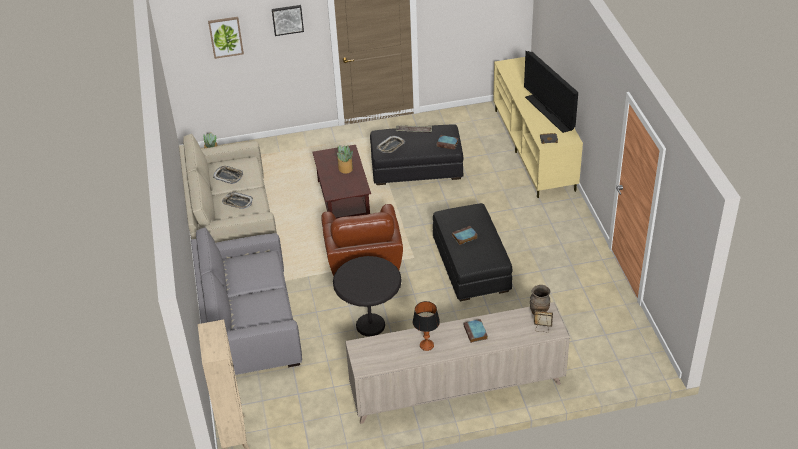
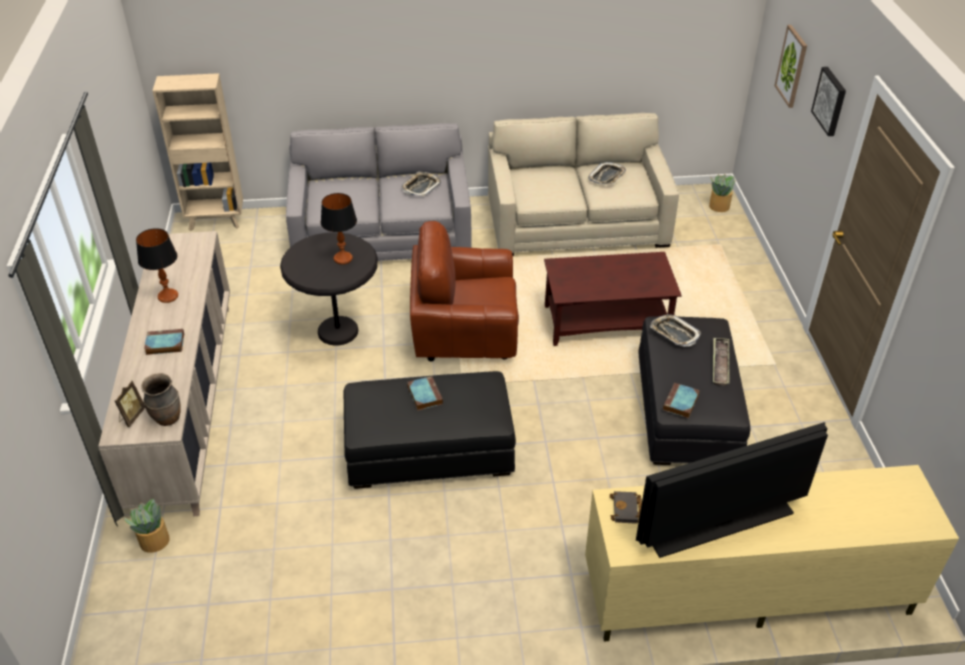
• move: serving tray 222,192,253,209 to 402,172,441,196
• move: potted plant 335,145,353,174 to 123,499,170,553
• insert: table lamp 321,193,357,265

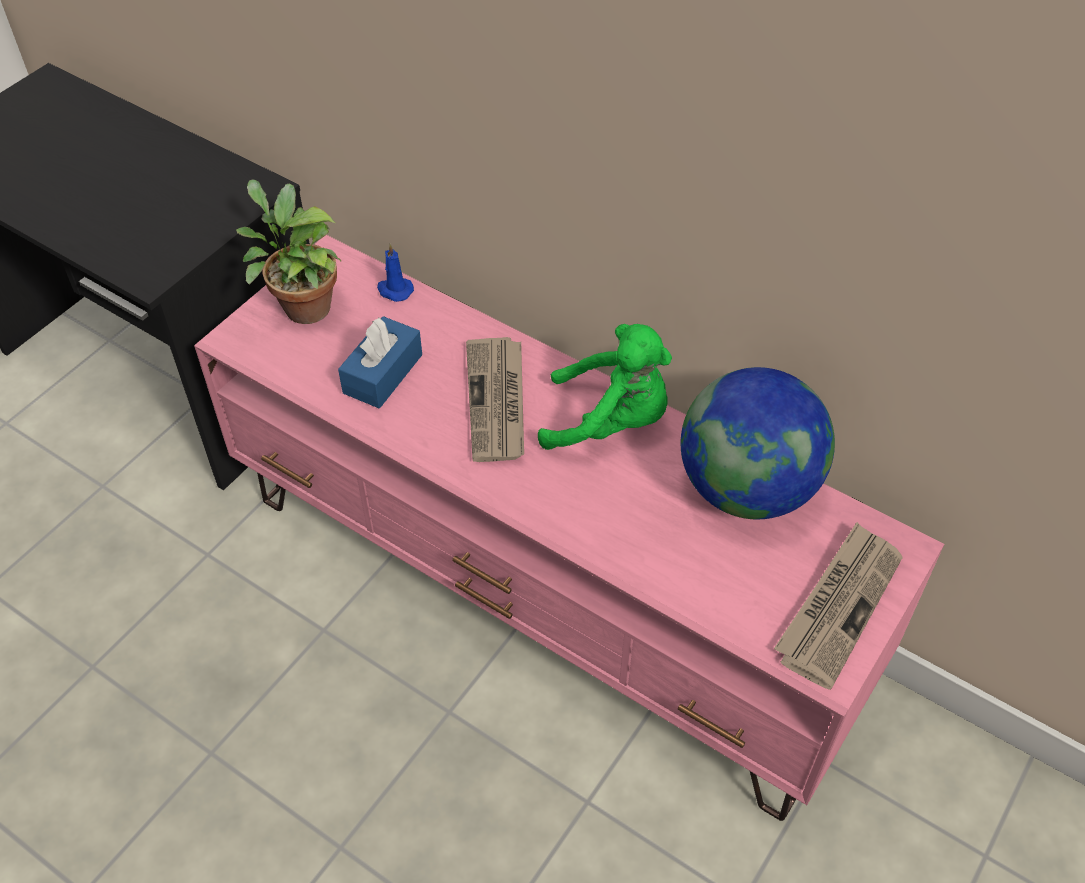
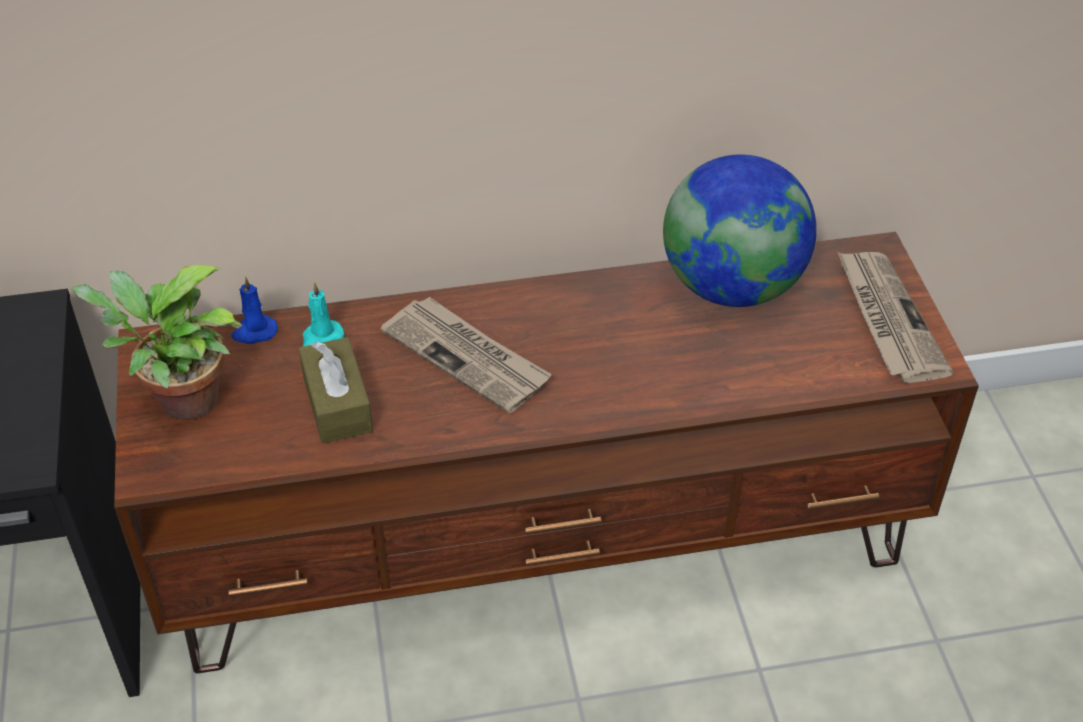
• recolor: tv unit in pinkish 194,235,944,821 to tv unit in brown-coloured 114,232,979,674
• recolor: tissue holder in bluish 338,316,422,408 to tissue holder in brown-coloured 298,337,373,444
• delete: soft toy in green-coloured 538,324,672,450
• insert: wax candle in blue-green 302,282,344,347

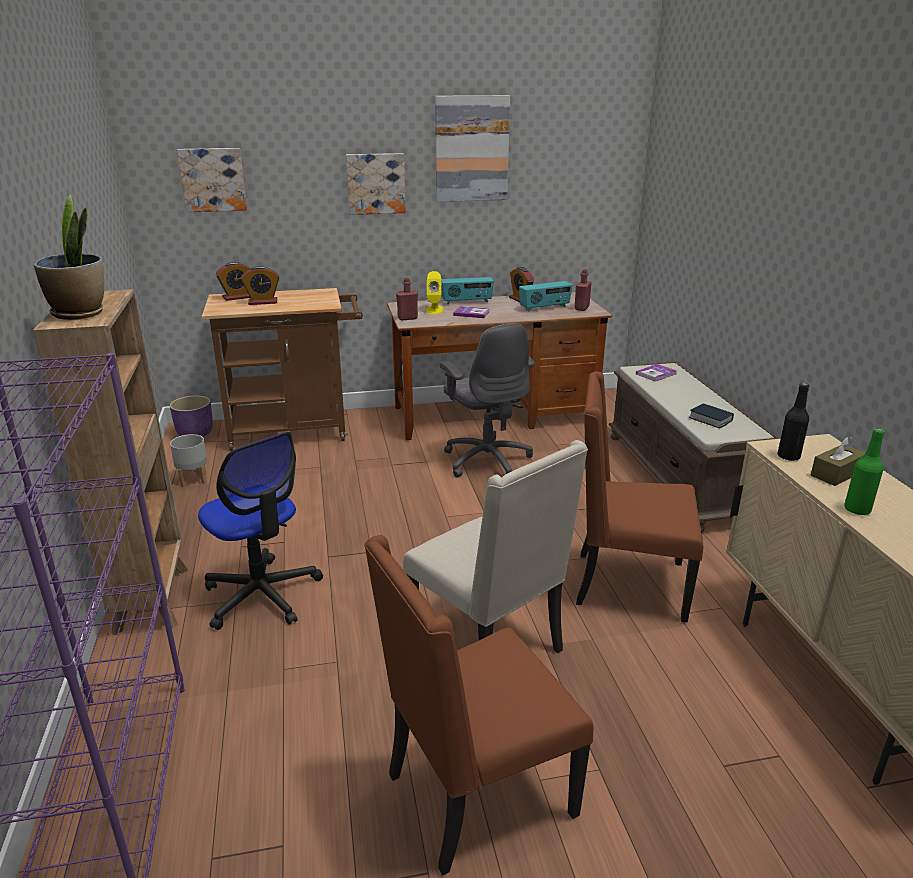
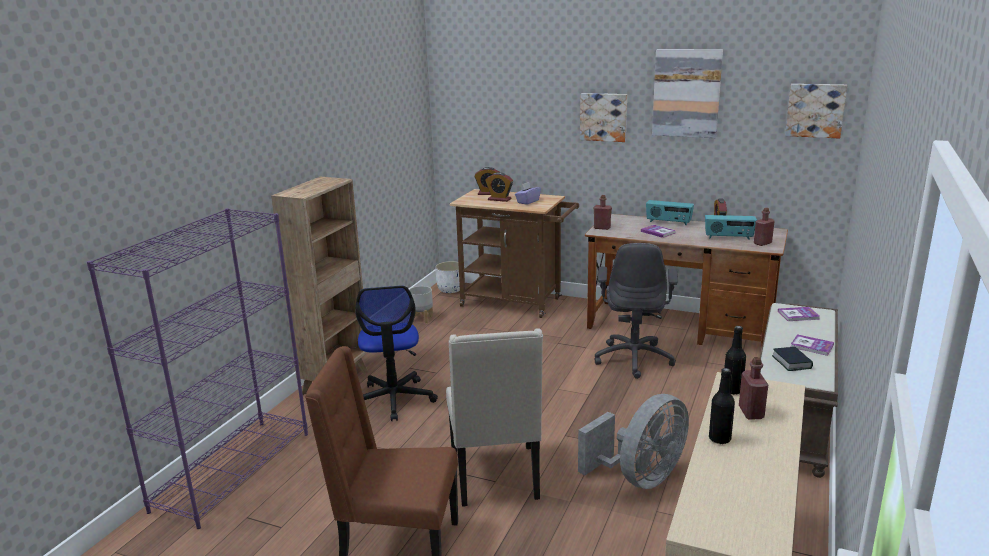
• delete: potted plant 34,194,104,320
• recolor: flower pot in purple-coloured 170,395,213,437 to flower pot in white-coloured 435,261,460,293
• move: wall art 177,148,247,212 to 785,84,847,138
• delete: speaker in yellowish 426,271,444,314
• replace: plain chair in brown-coloured 576,371,703,622 to cooling fan in grey 578,394,689,489
• replace: tissue holder in brown-coloured 811,437,865,486 to bottle in reddish 739,357,768,420
• recolor: bottle in green-coloured 844,428,885,516 to bottle in blackish 709,368,735,444
• insert: tissue holder in purple-coloured 515,182,541,205
• insert: book 791,334,834,356

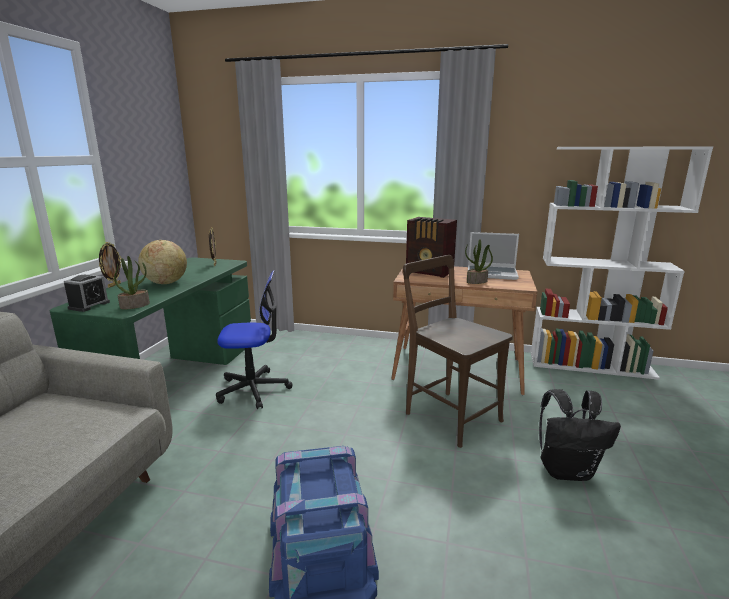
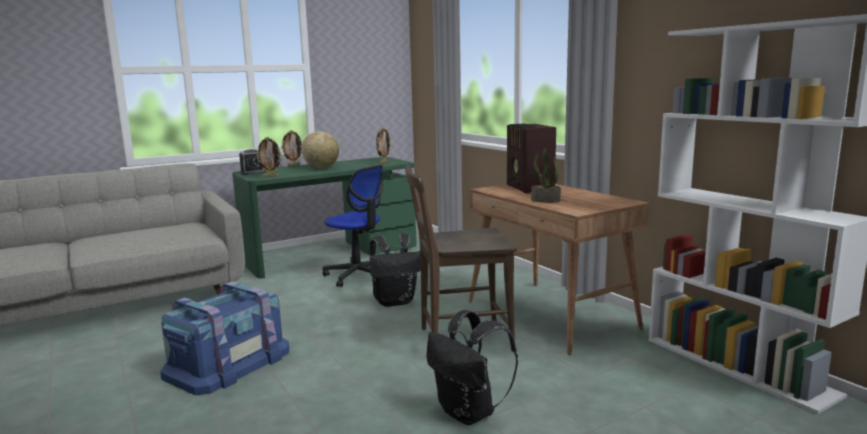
• replace: potted plant 114,256,150,310 to standing frame 256,137,282,176
• rotate: plain chair in brown-coloured 403,255,513,448 = 405,165,517,352 105 degrees counterclockwise
• delete: laptop 468,232,519,280
• insert: rucksack in blackish 369,234,421,307

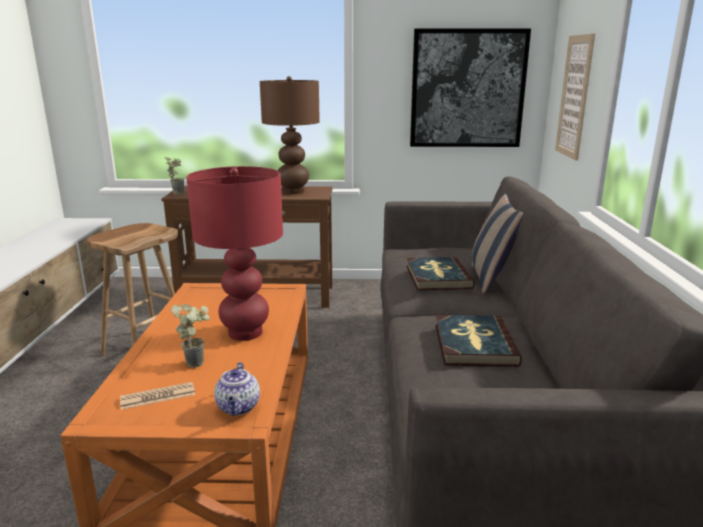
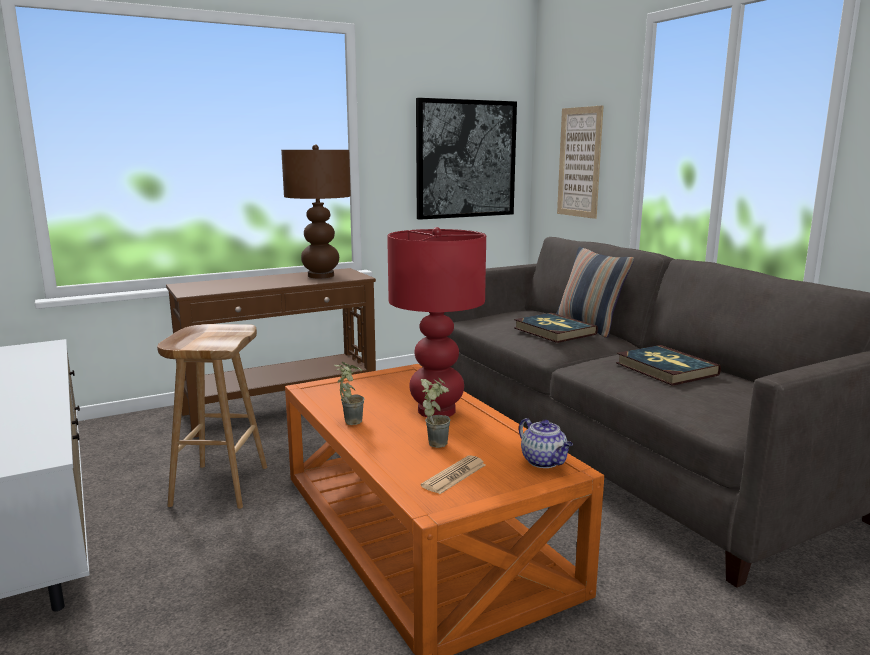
• move: potted plant 165,157,184,195 to 334,362,364,425

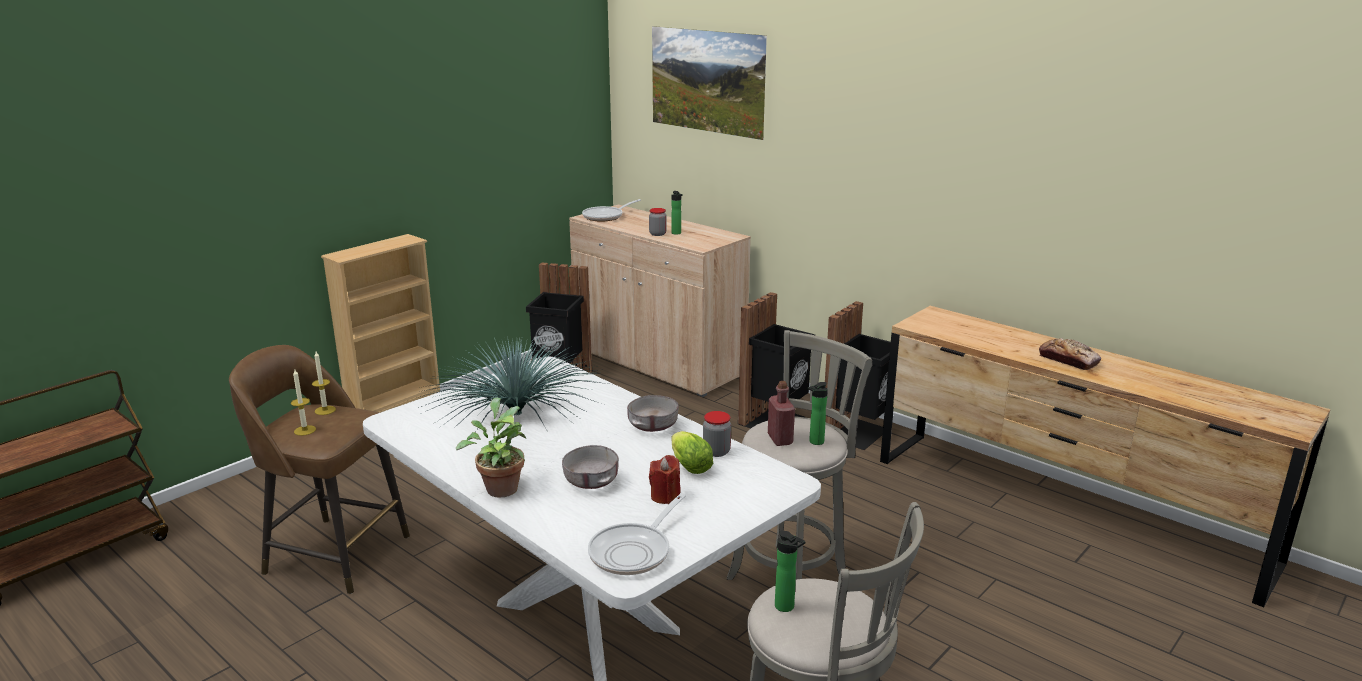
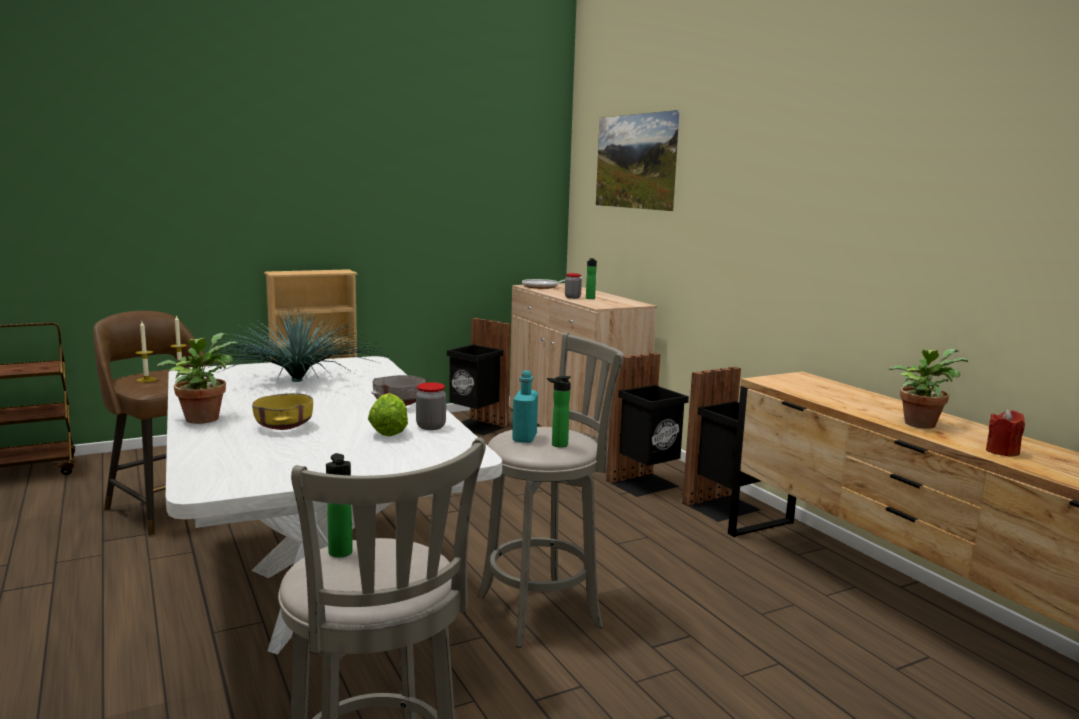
• recolor: bowl in grey 562,445,619,489 to bowl in yellowish 252,393,313,430
• delete: frying pan 588,493,686,575
• move: wax candle in reddish 649,455,680,504 to 986,409,1025,457
• recolor: bottle in reddish 768,381,795,446 to bottle in blue-green 512,370,538,443
• replace: baked bread 1039,338,1101,370 to potted plant 889,348,968,429

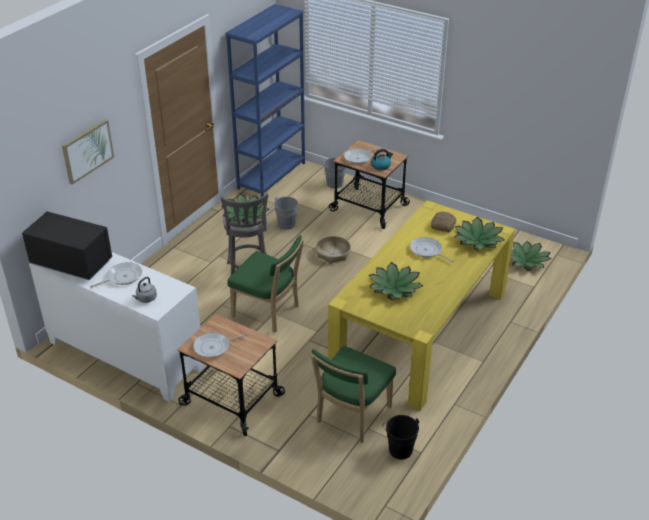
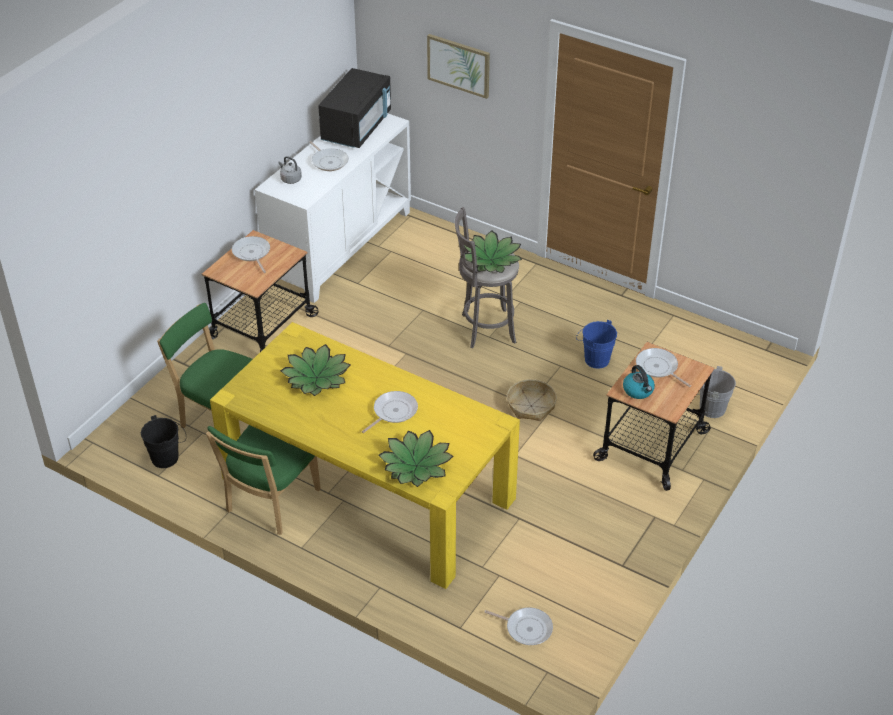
• delete: bookshelf in bluish 226,4,305,197
• move: plain chair in green-coloured 227,235,304,333 to 206,425,321,535
• recolor: water bucket in grey 270,196,298,230 to water bucket in bluish 576,320,617,369
• delete: baked bread 431,211,456,232
• replace: potted plant 511,241,551,271 to frying pan 485,607,553,645

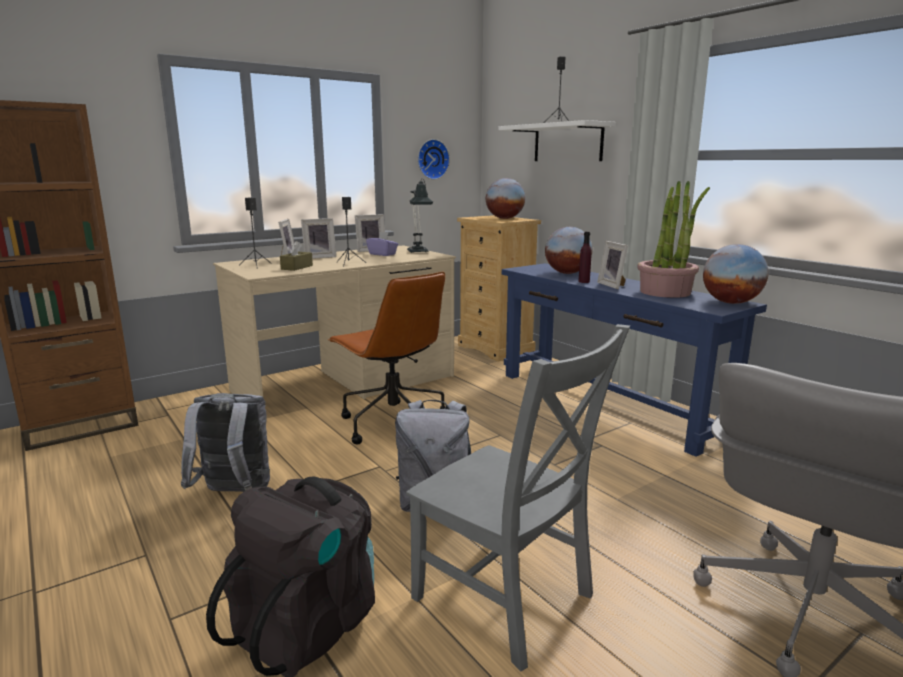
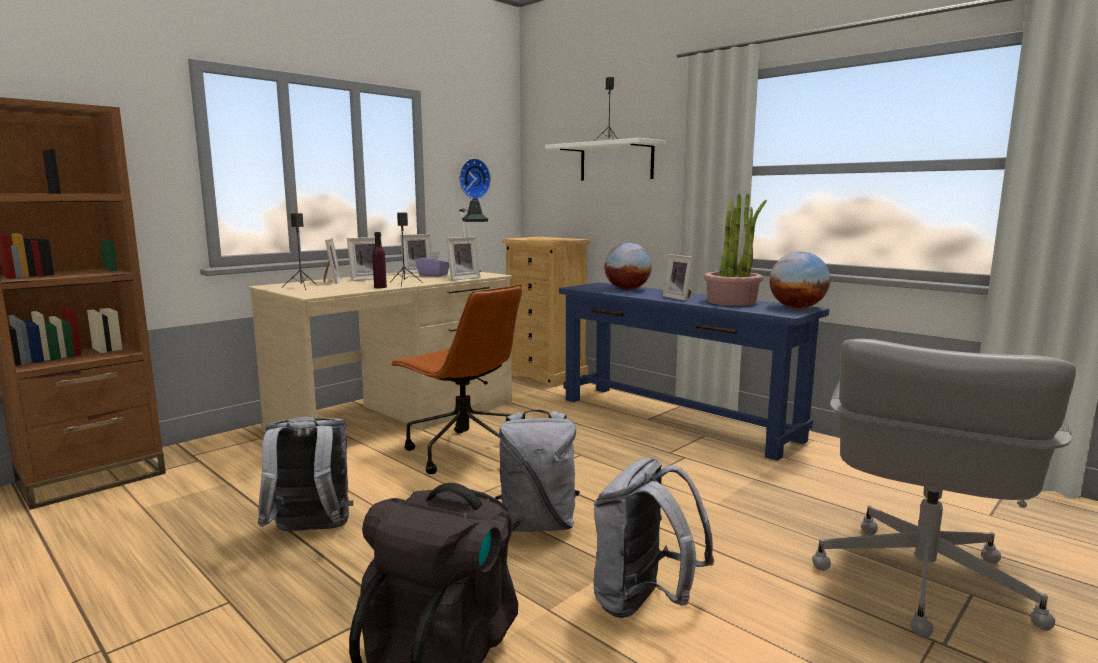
• delete: tissue holder in brown-coloured 280,241,313,271
• replace: plain chair in grey 406,324,630,671 to rucksack in grey 594,457,714,618
• delete: desk globe 486,178,525,219
• move: bottle in purple-coloured 578,232,592,283 to 373,232,387,288
• insert: standing frame 446,237,481,280

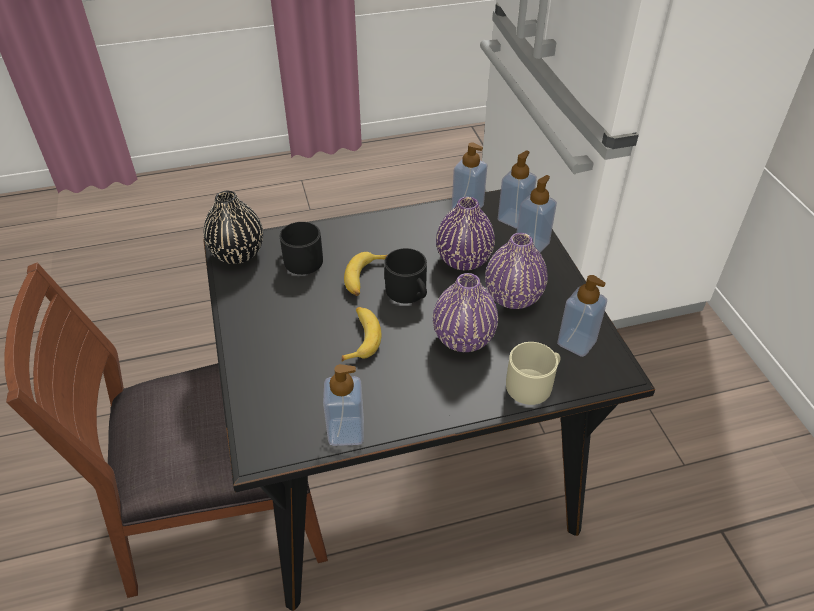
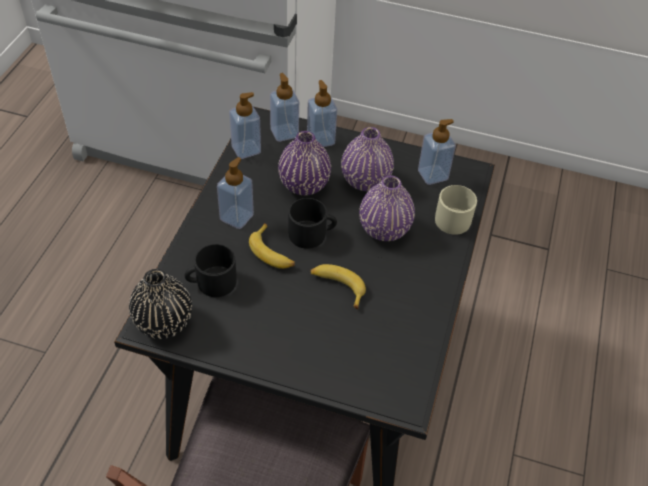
• move: soap dispenser 323,364,364,446 to 217,157,254,229

